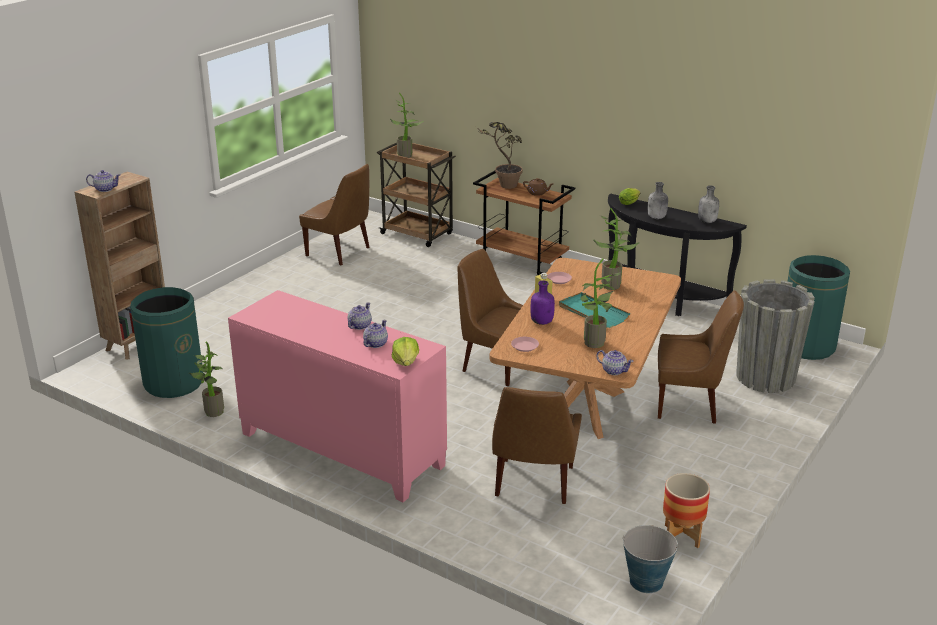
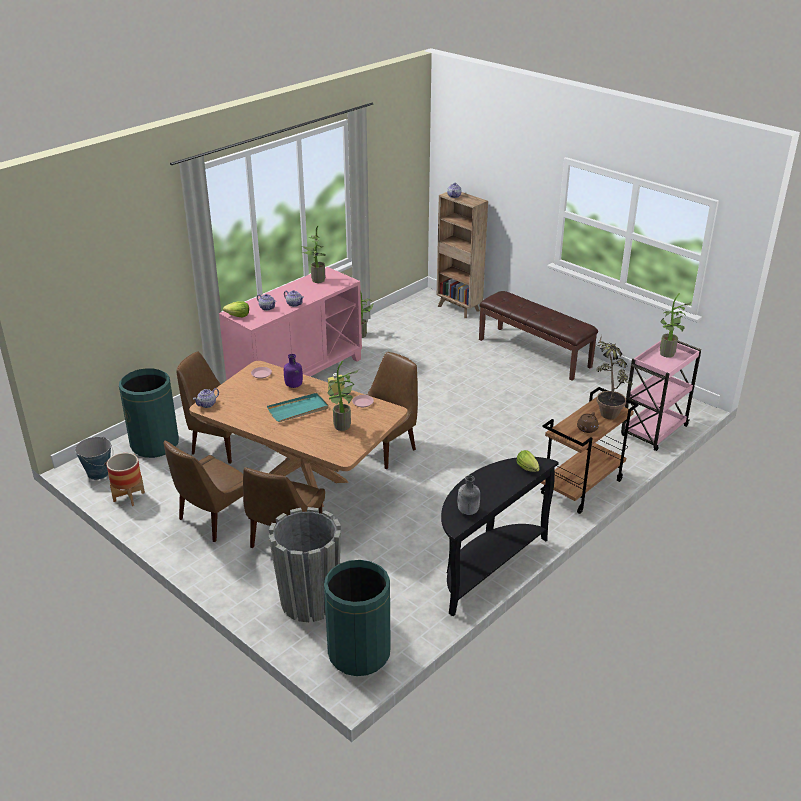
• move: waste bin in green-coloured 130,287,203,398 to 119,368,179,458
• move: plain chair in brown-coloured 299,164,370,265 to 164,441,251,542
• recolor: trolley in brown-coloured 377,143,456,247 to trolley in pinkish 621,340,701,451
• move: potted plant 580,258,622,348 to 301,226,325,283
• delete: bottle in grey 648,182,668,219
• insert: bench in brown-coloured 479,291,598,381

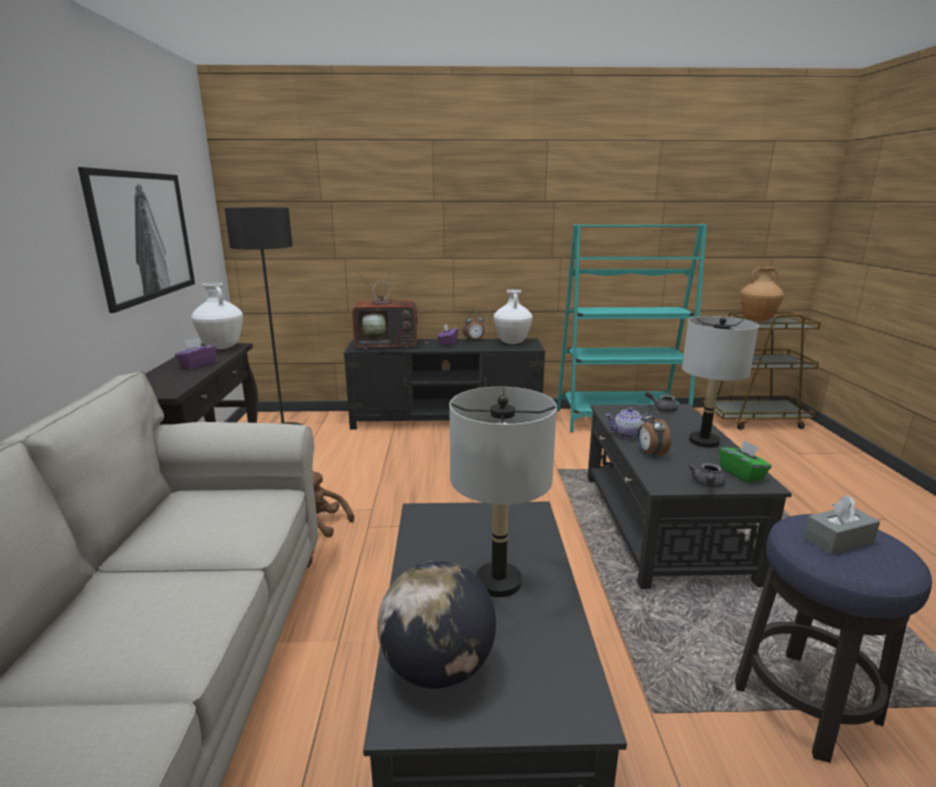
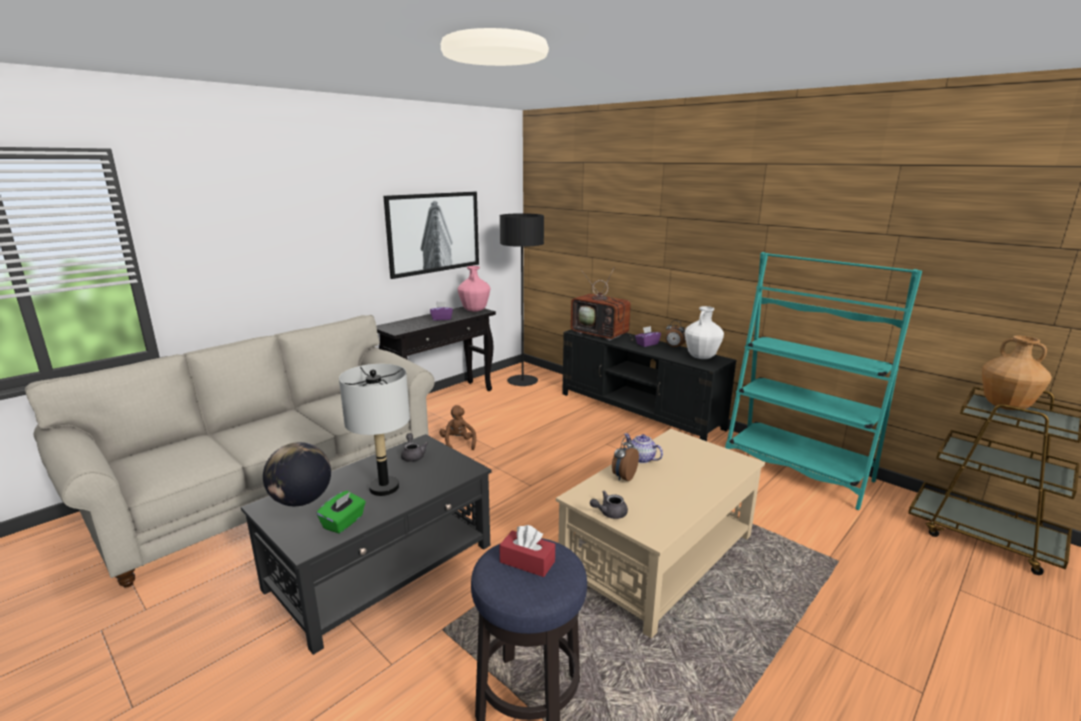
• recolor: flower vase in white-coloured 191,283,243,349 to flower vase in pinkish 458,266,490,312
• recolor: low table in blackish 587,404,792,589 to low table in sand-coloured 556,429,765,639
• move: tea pot in grey 645,390,678,412 to 401,433,428,462
• delete: table lamp in grey 682,316,759,448
• move: tissue holder in green-coloured 719,440,772,483 to 316,491,366,533
• recolor: tissue holder in grey 803,495,880,555 to tissue holder in reddish 499,525,555,577

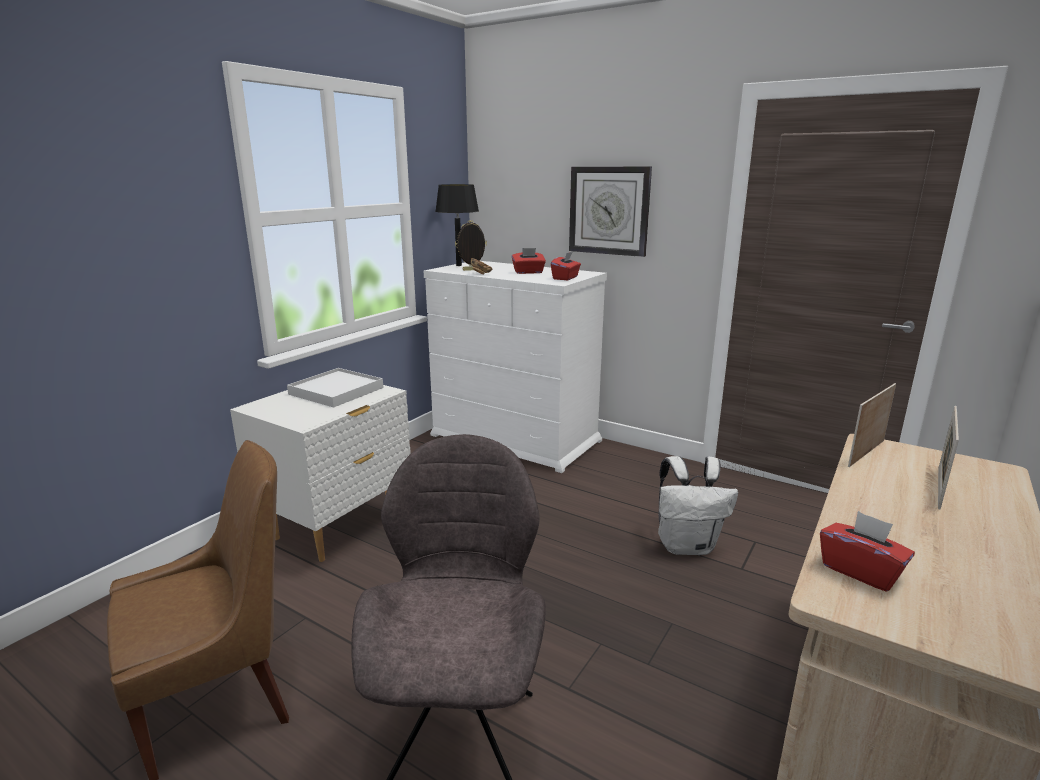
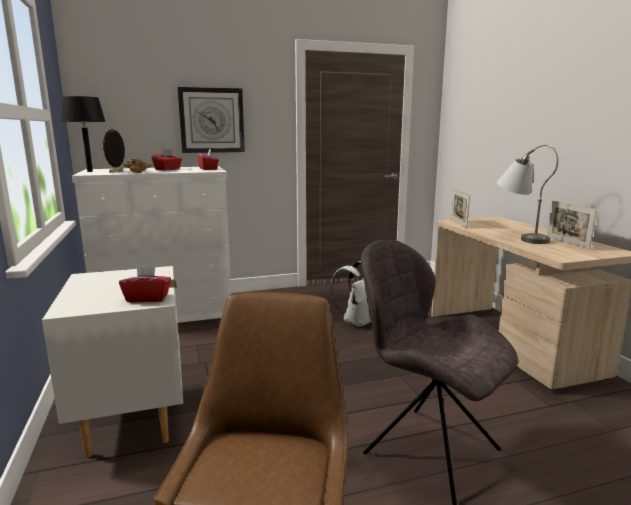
• delete: serving tray in white-coloured 287,368,384,408
• move: tissue holder in reddish 820,511,915,592 to 119,264,171,303
• move: standing frame 938,406,959,510 to 547,201,597,249
• insert: table lamp in grey 497,144,559,244

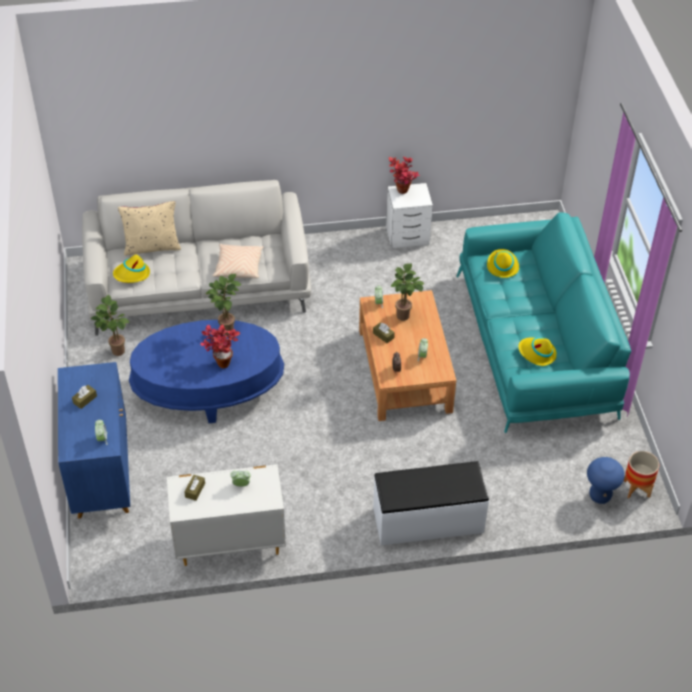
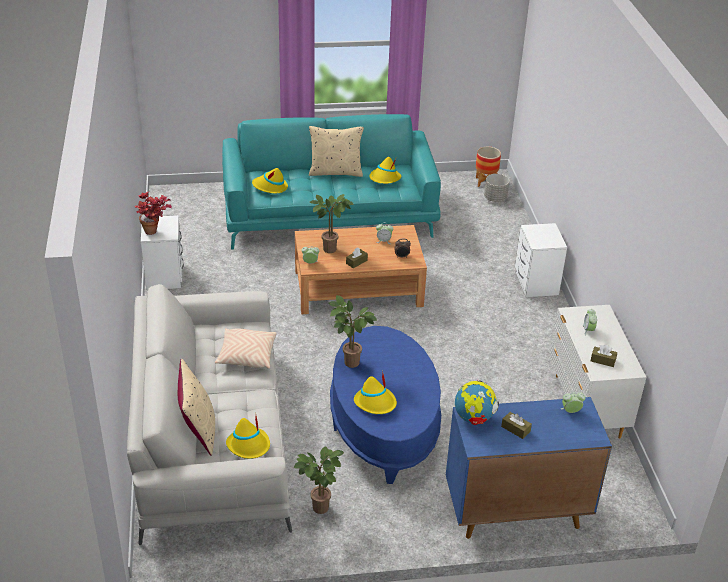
• delete: potted plant 200,324,240,368
• replace: bench in white-coloured 373,461,489,545 to night table in white-coloured 515,223,567,297
• replace: stool seat in bluish 587,457,625,504 to flower pot in grey 484,174,509,202
• insert: throw pillow in sand-coloured 309,126,364,177
• insert: wearable hat in yellowish 354,371,397,414
• insert: desk globe 455,379,499,425

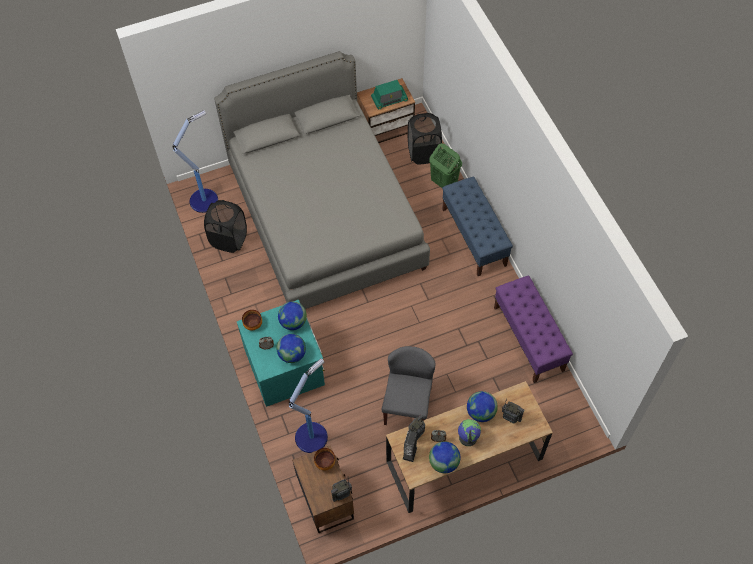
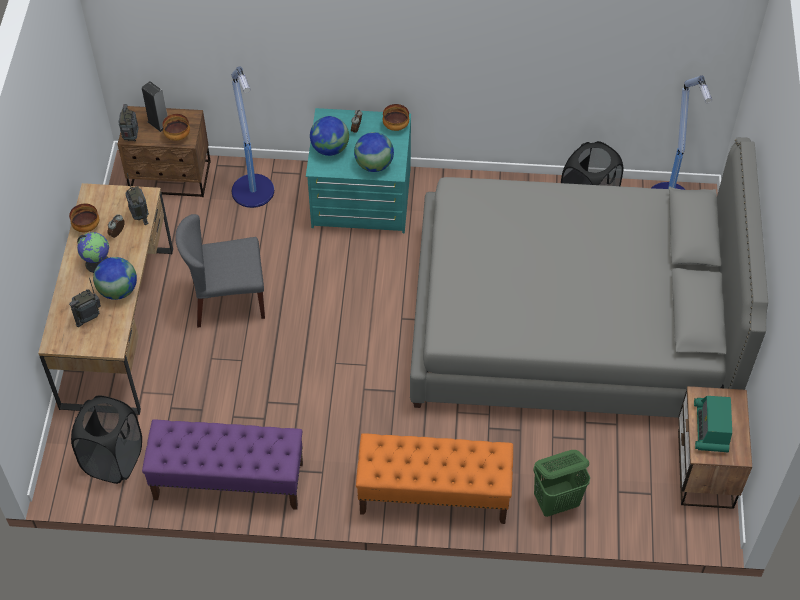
• rotate: plain chair in grey 382,346,436,425 = 175,214,265,328 135 degrees clockwise
• move: speaker 403,431,417,462 to 142,81,167,132
• move: hamper in blackish 408,113,442,164 to 71,395,142,484
• replace: desk globe 429,441,460,473 to bowl 69,203,99,232
• recolor: bench in bluish 442,177,513,276 to bench in orangey 356,433,513,524

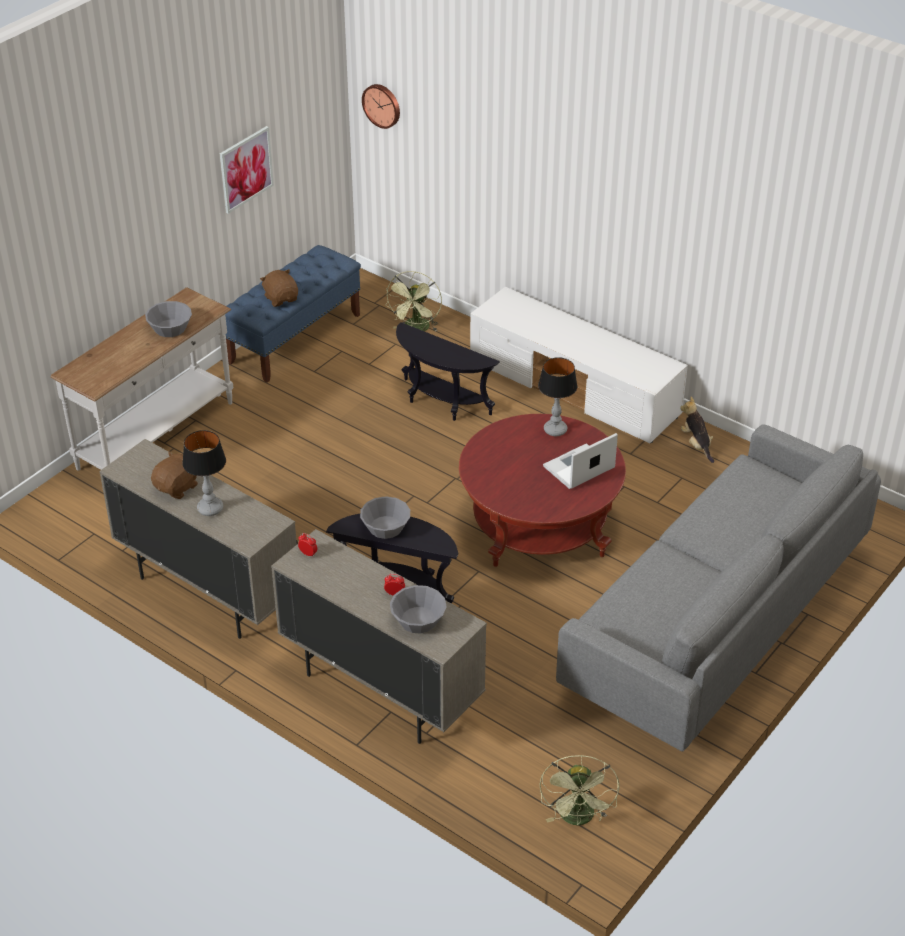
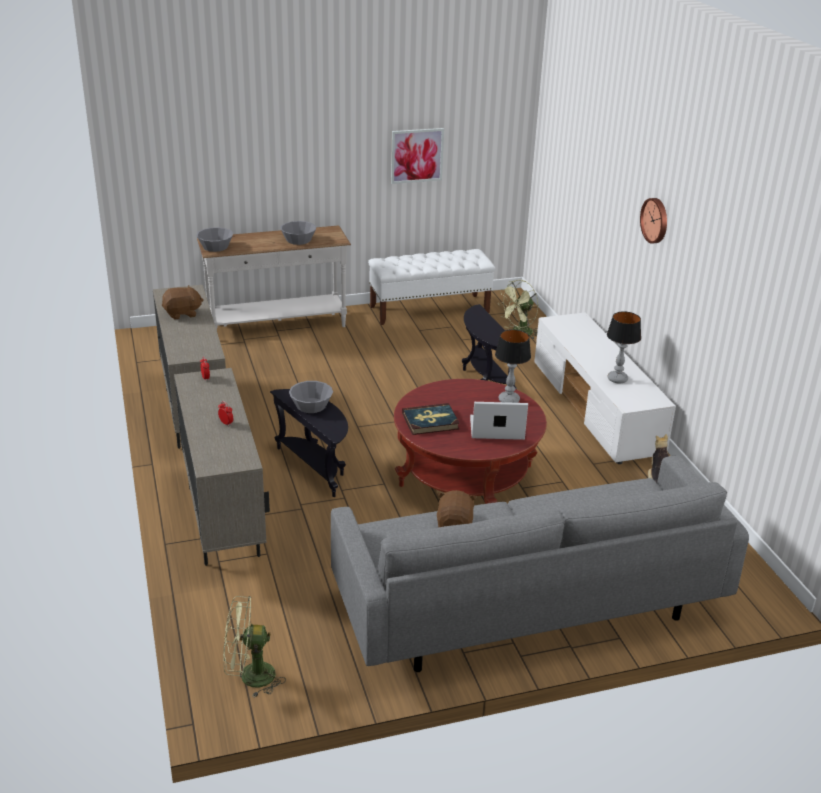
• move: table lamp 182,430,226,516 to 607,311,641,383
• recolor: bench in bluish 225,245,361,383 to bench in white-coloured 368,249,495,325
• move: soft toy in brown-coloured 260,269,298,307 to 437,490,477,527
• move: wall clock 362,84,400,129 to 640,198,667,244
• move: bowl in grey 390,585,447,633 to 196,227,234,252
• rotate: cooling fan in green-coloured 539,755,619,825 = 223,596,286,698 45 degrees clockwise
• insert: book 402,403,460,435

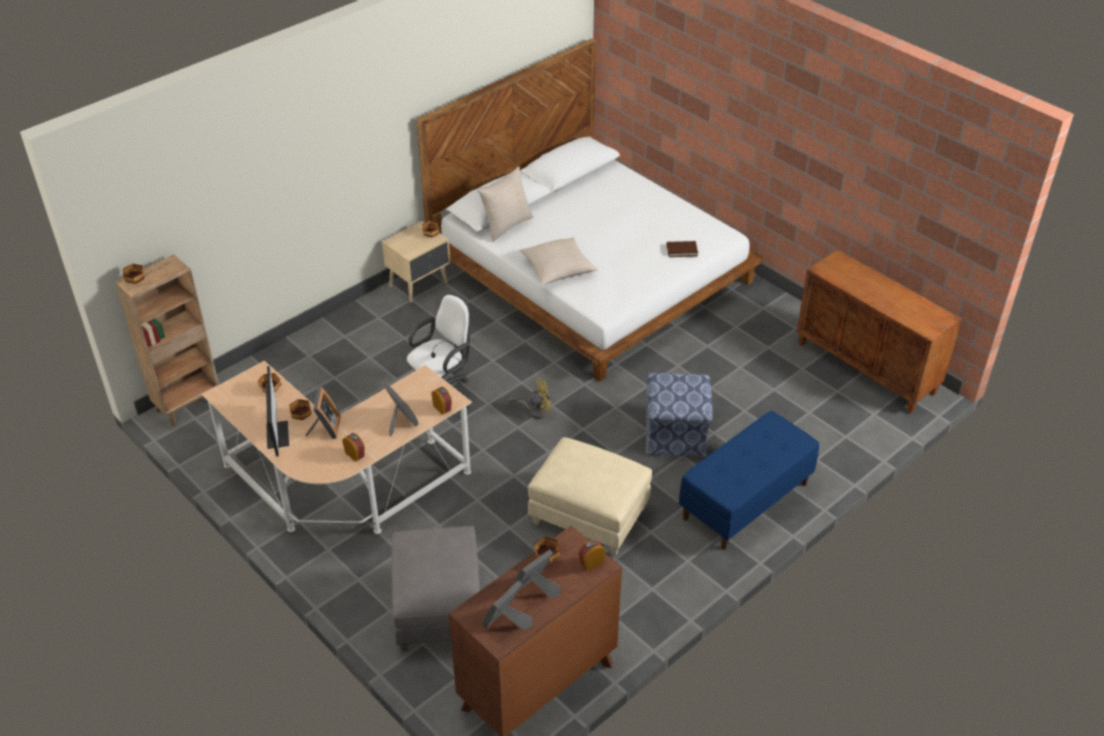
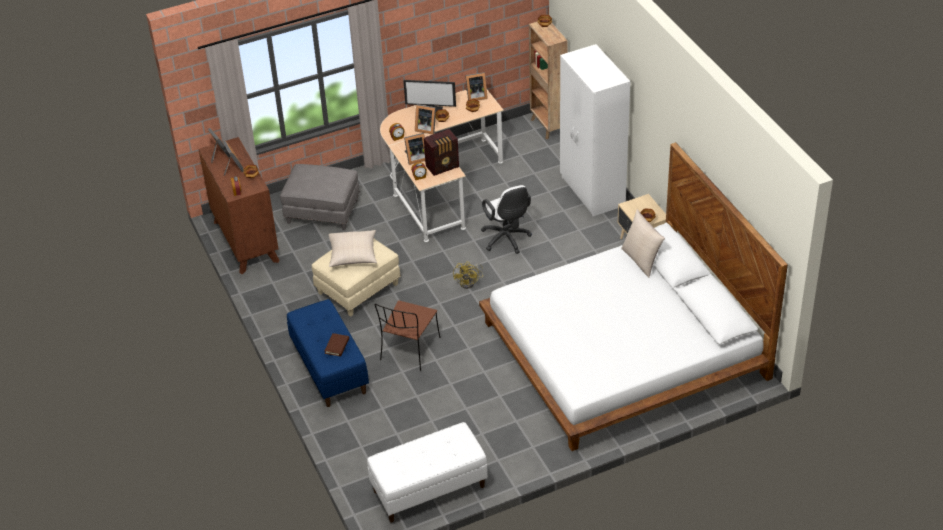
• move: throw pillow in sand-coloured 520,237,598,285 to 329,230,377,267
• replace: ottoman 646,373,713,457 to plain chair in brown-coloured 374,300,440,371
• move: book in brown-coloured 667,241,698,257 to 324,333,349,356
• replace: storage cabinet in brown-coloured 796,249,962,414 to bench in white-coloured 367,422,488,523
• insert: radio 424,129,459,176
• insert: standing frame 465,72,488,101
• insert: wardrobe in white-coloured 560,44,630,216

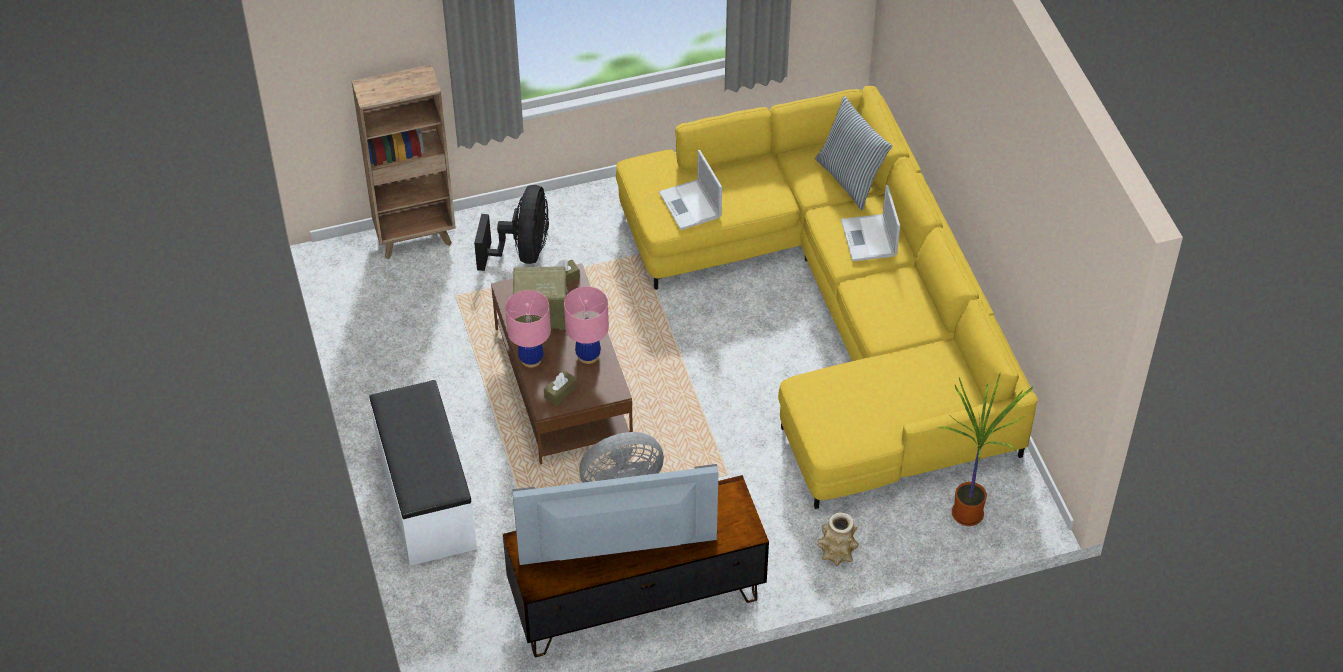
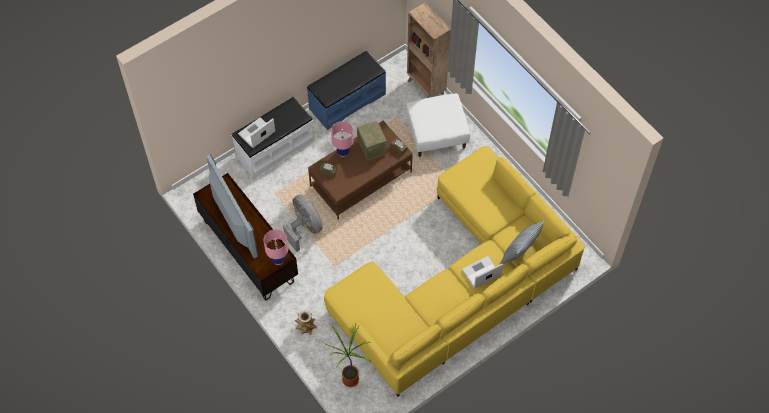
• replace: cooling fan in blackish 474,185,549,271 to ottoman in white-coloured 406,94,470,157
• move: table lamp in pinkish 564,287,609,364 to 264,229,288,265
• move: laptop 659,150,722,230 to 238,117,275,148
• insert: bench in bluish 307,51,386,130

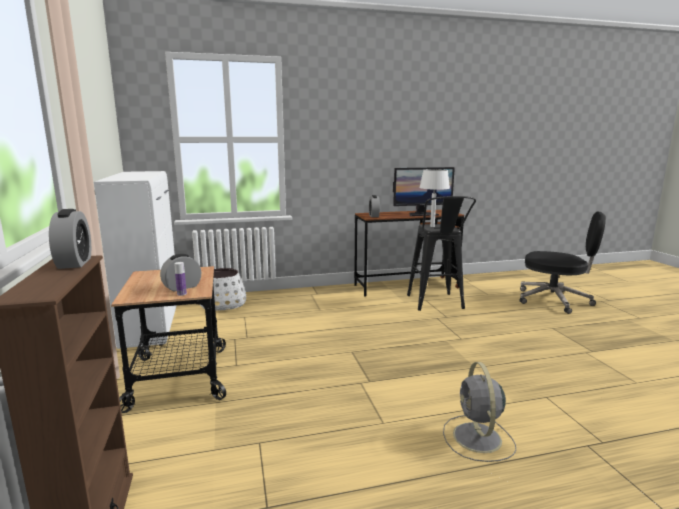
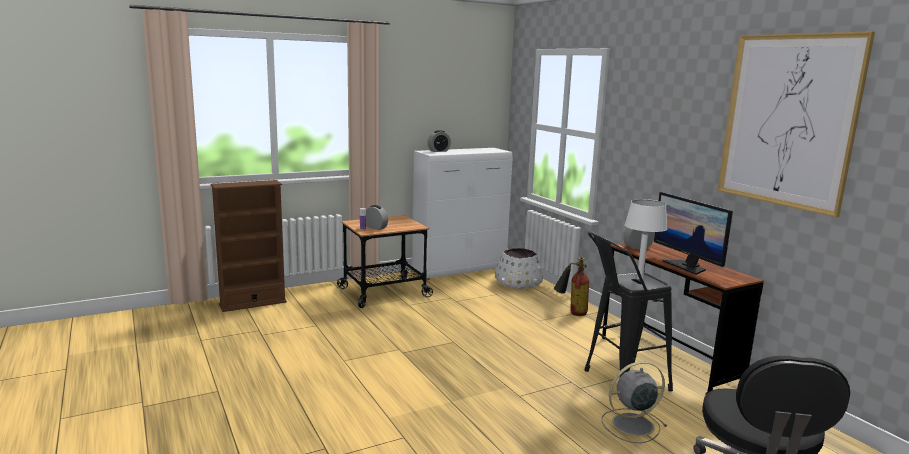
• move: alarm clock 49,209,91,269 to 428,130,451,152
• move: cooling fan in grey 443,362,516,462 to 602,361,668,443
• insert: fire-fighting cylinder 554,257,589,316
• insert: wall art 717,31,875,217

